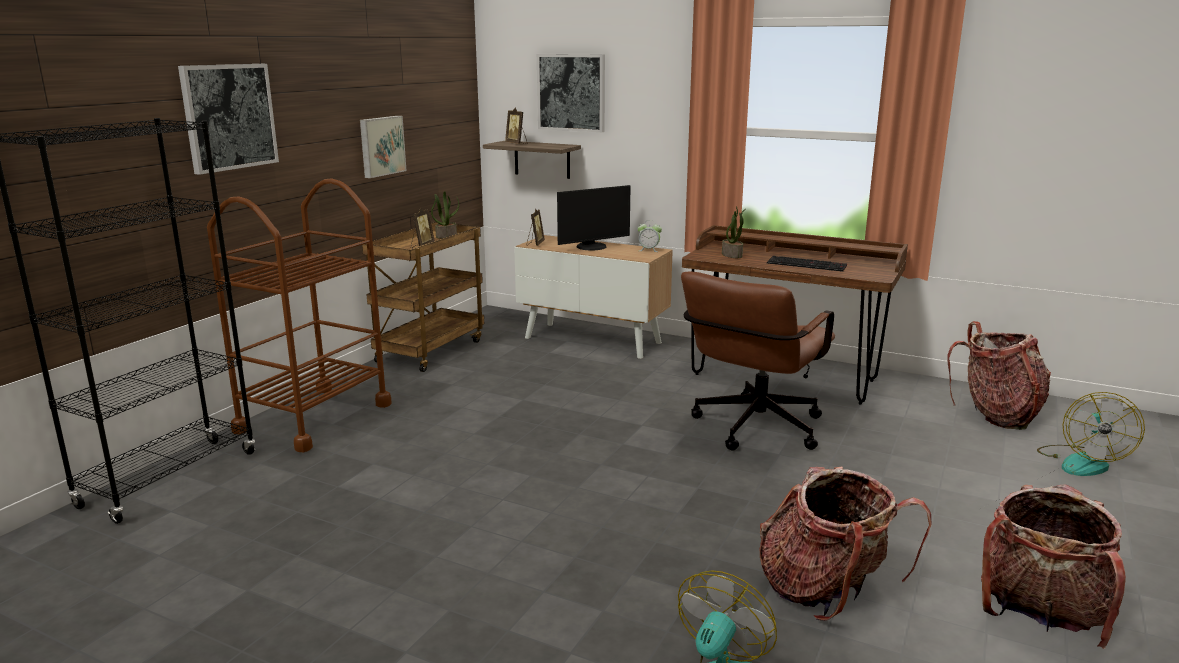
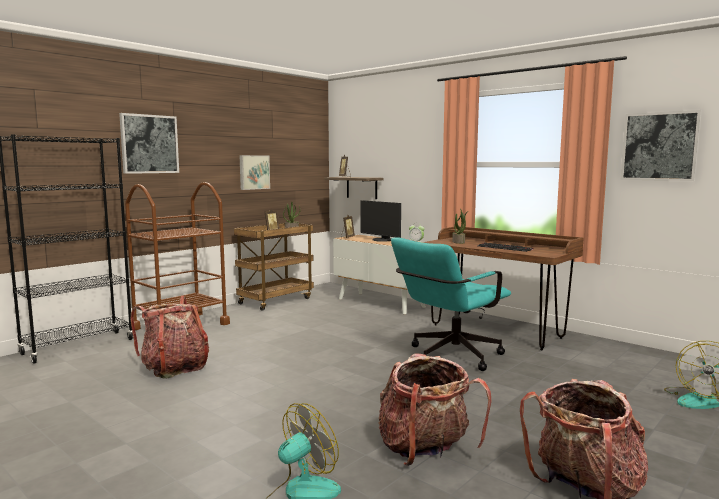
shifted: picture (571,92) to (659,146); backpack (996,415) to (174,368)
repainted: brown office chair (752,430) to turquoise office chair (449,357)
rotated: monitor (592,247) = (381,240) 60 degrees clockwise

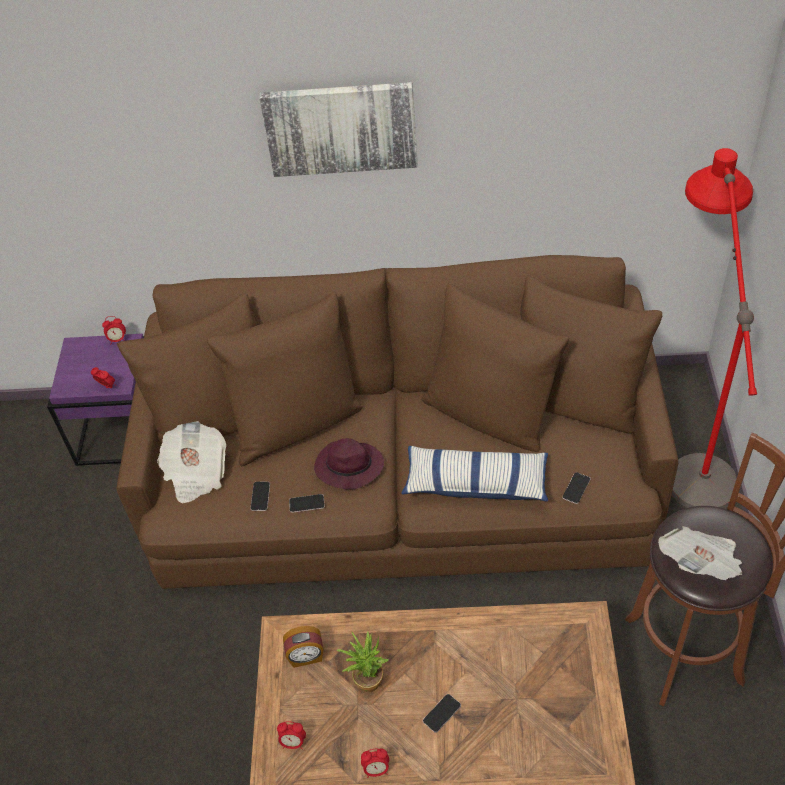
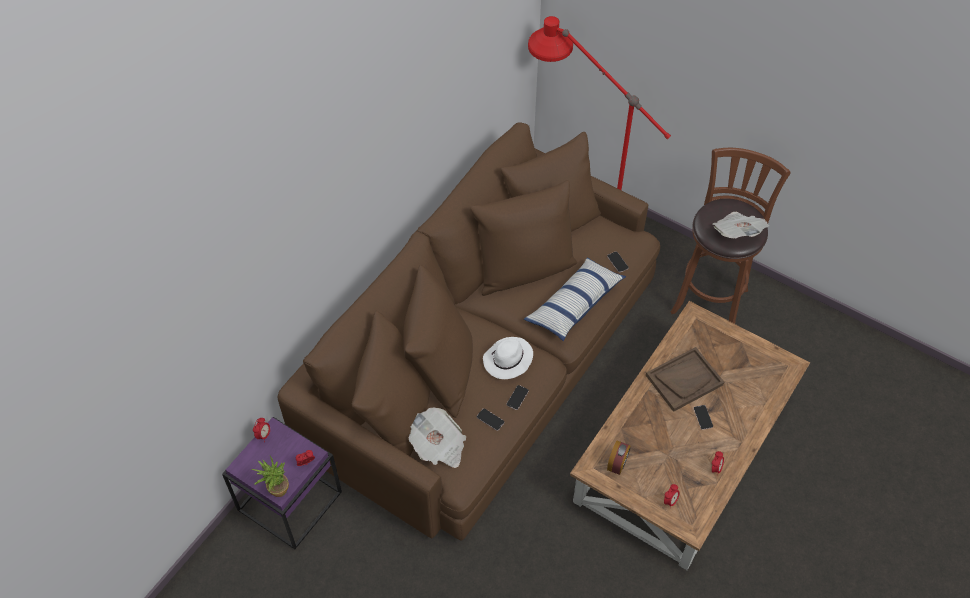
gone: picture (341,128)
new: brown tray (684,380)
shifted: potted plant (367,678) to (275,489)
repainted: purple hat (348,467) to white hat (507,360)

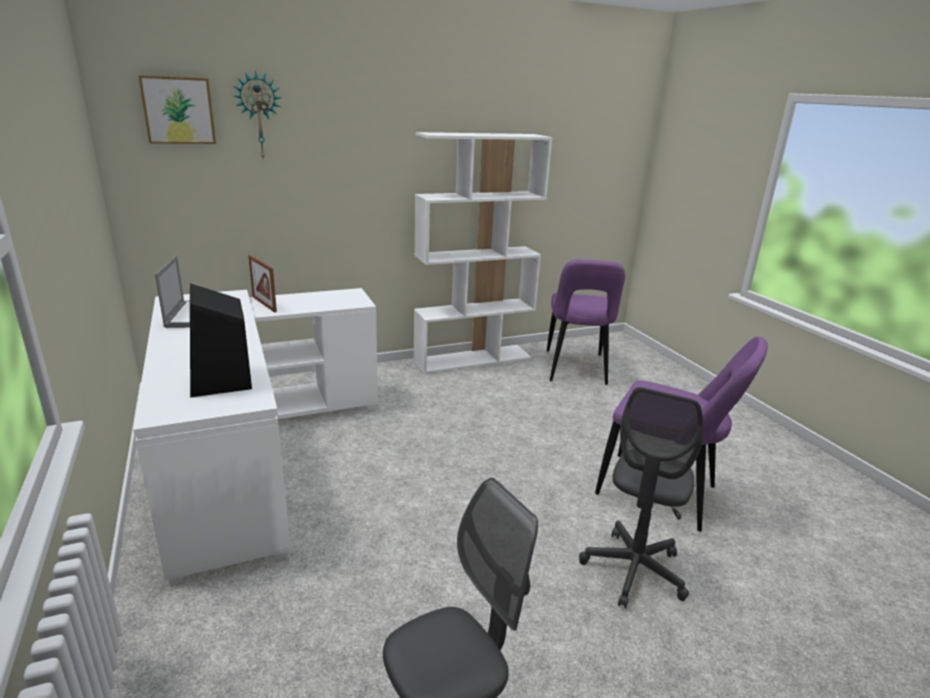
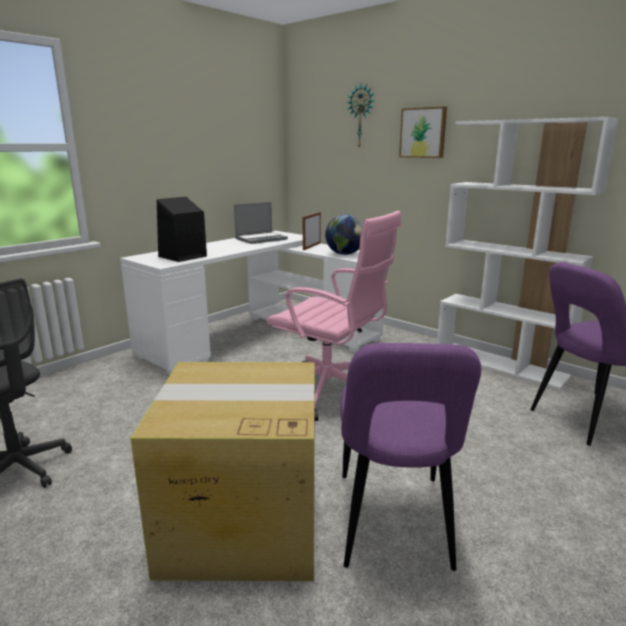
new: pink office chair (330,392); globe (344,254)
shifted: picture (178,110) to (423,133)
swapped: grey office chair (634,570) to cardboard box (240,521)

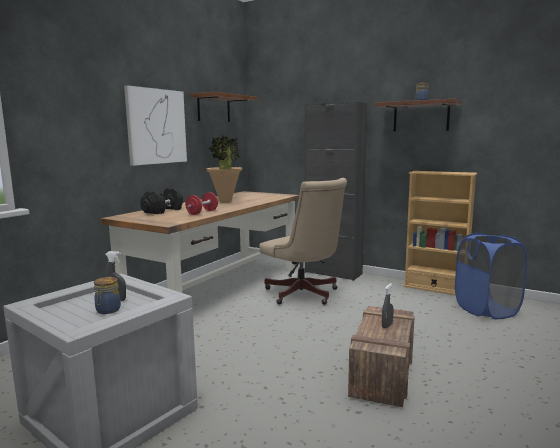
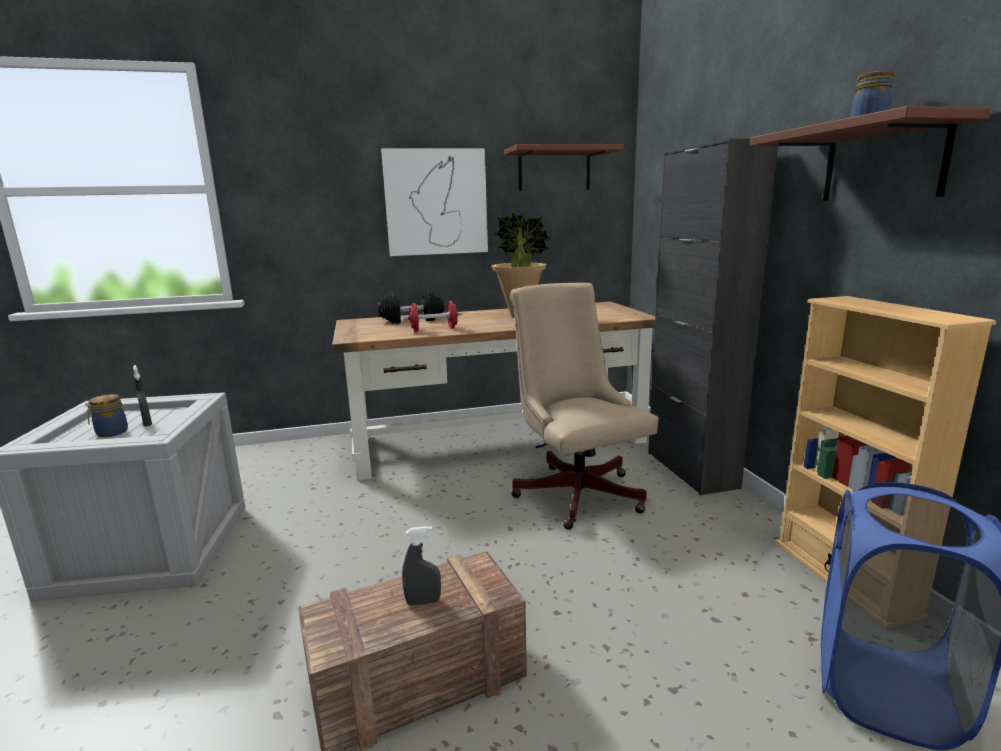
rotated: beige office chair (304,295) = (575,490) 150 degrees clockwise

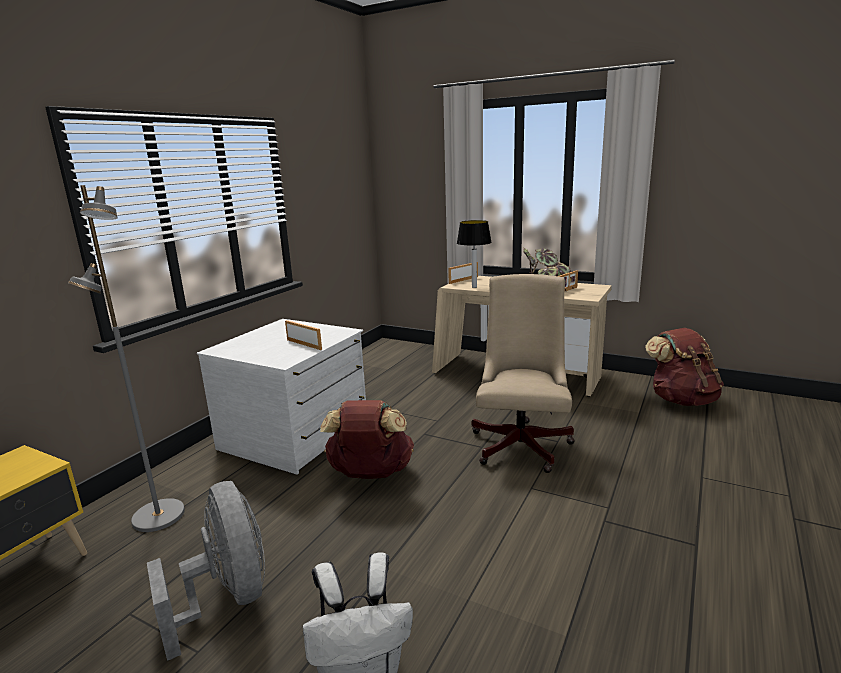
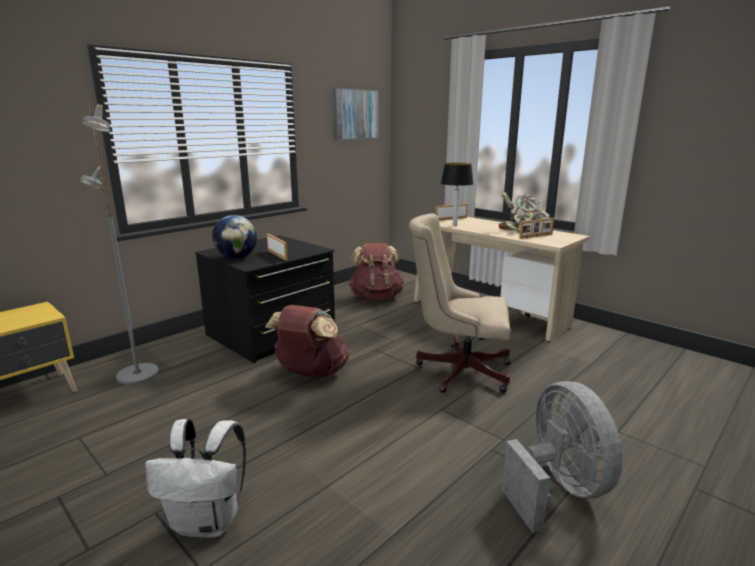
new: globe (236,257); picture (355,114)
shifted: grey fan (228,598) to (557,489); brown backpack (681,399) to (376,297)
repainted: white dresser (296,435) to black dresser (272,333)
rotated: beige office chair (522,442) = (458,370) 105 degrees counterclockwise

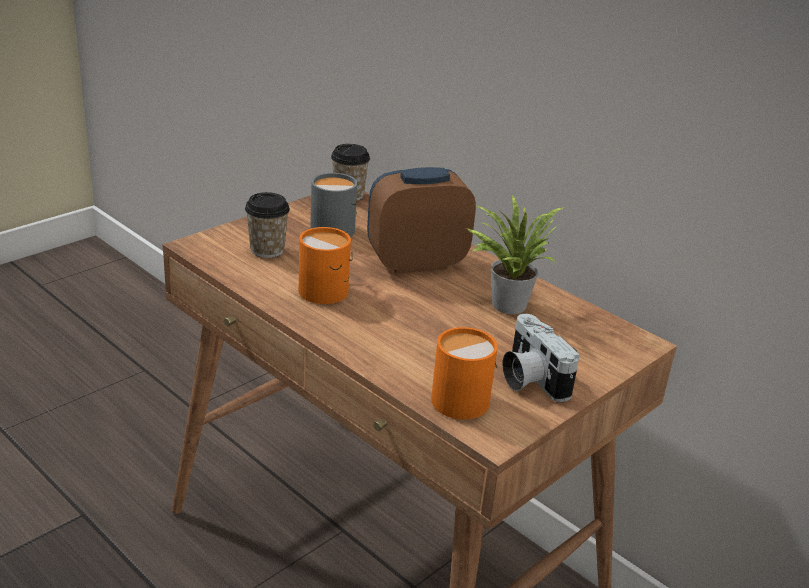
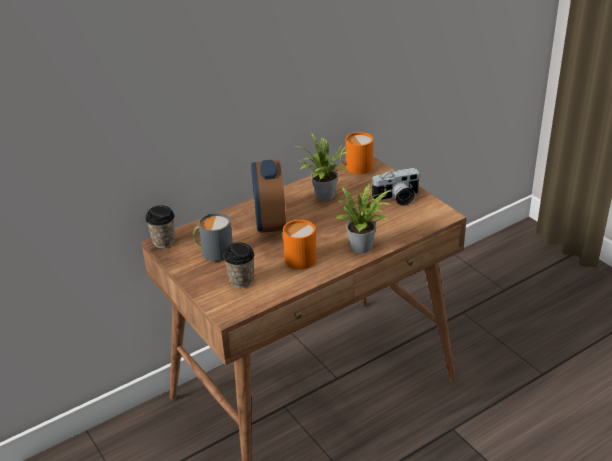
new: potted plant (364,246)
shifted: orange mug (457,397) to (356,167)

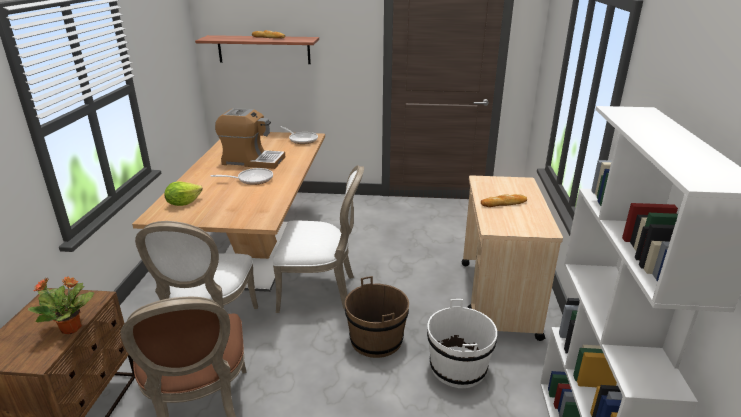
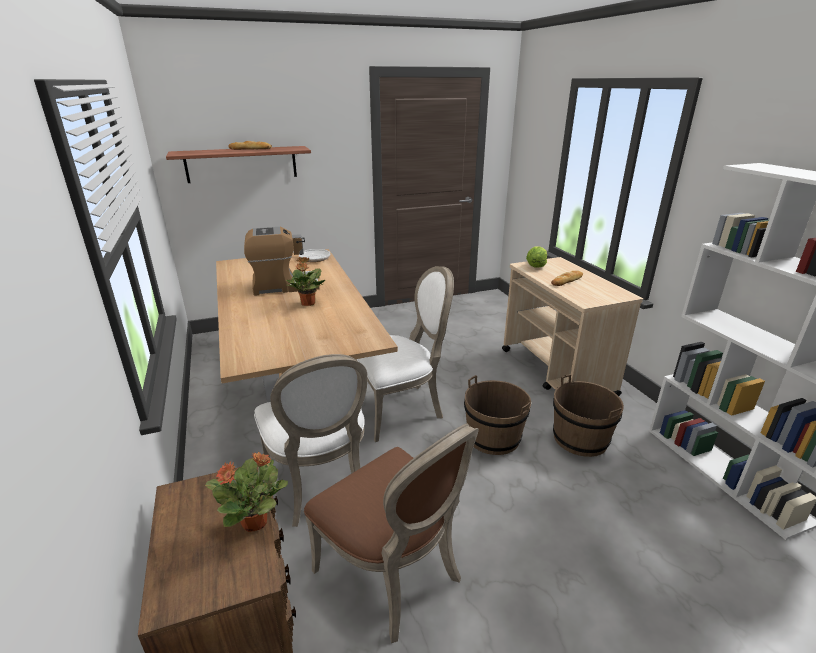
shifted: lettuce (183,203) to (536,266)
swapped: frying pan (252,179) to potted plant (308,303)
repainted: white bucket (457,367) to brown bucket (580,439)

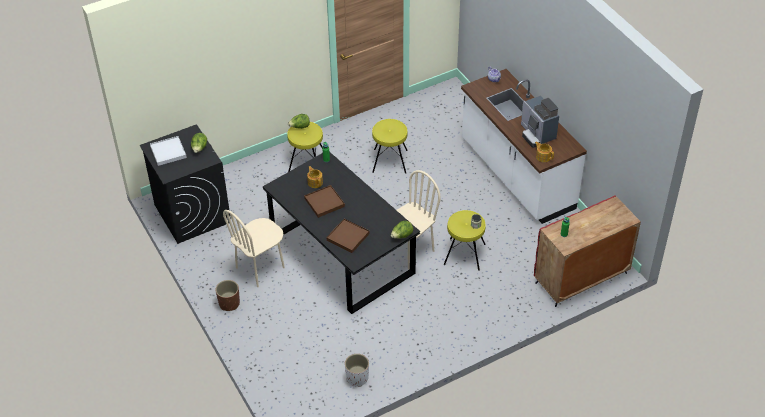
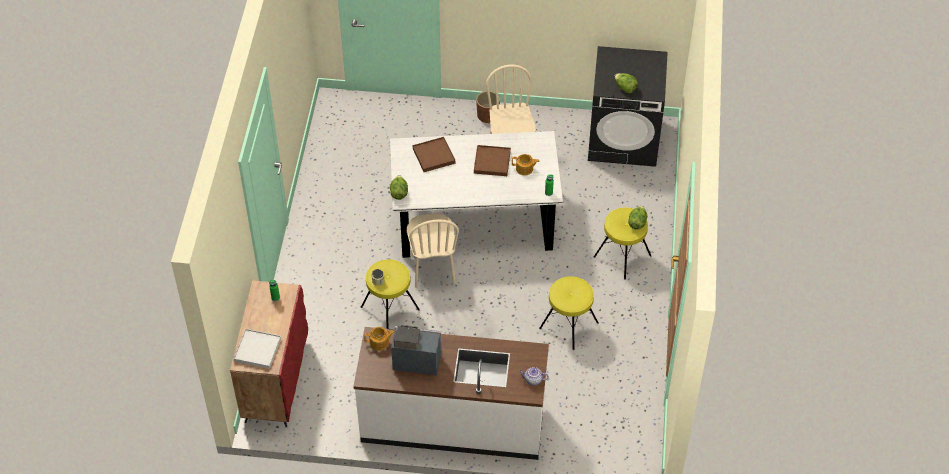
gone: white planter (357,377)
shifted: white tray (168,152) to (257,350)
repainted: black dining table (343,253) to white dining table (475,219)

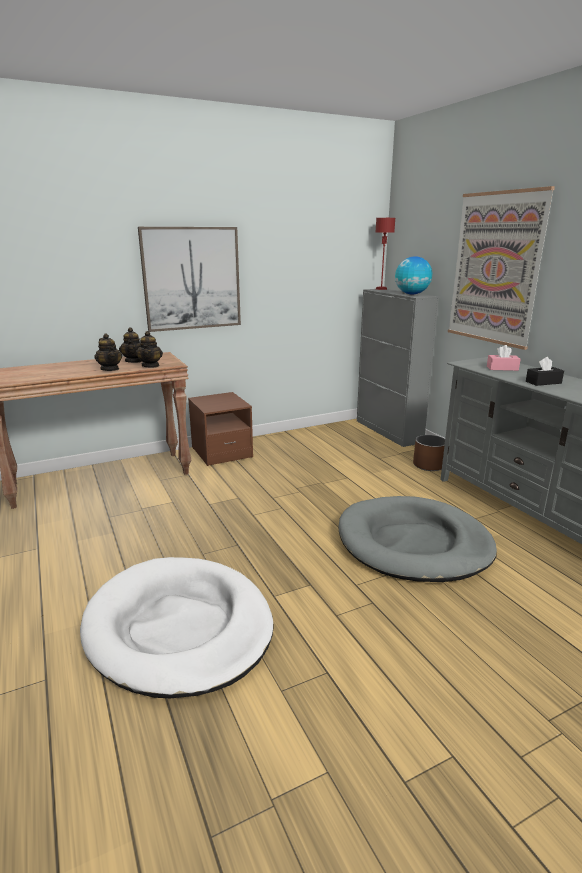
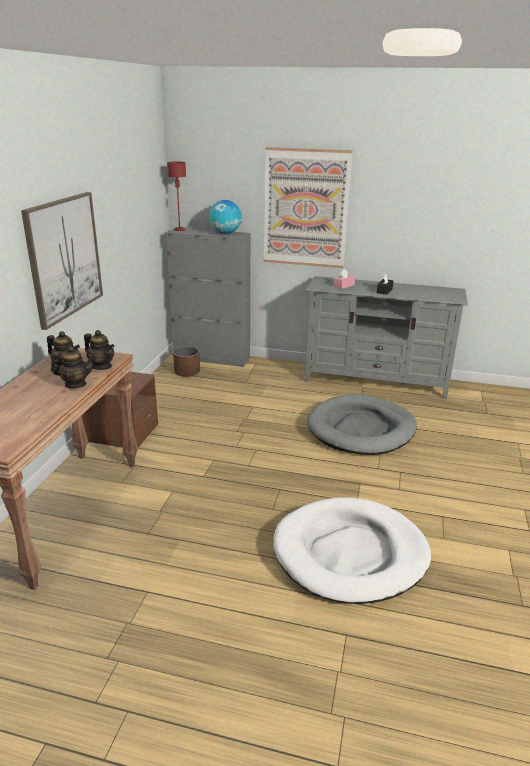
shifted: brown planter (429,465) to (187,372)

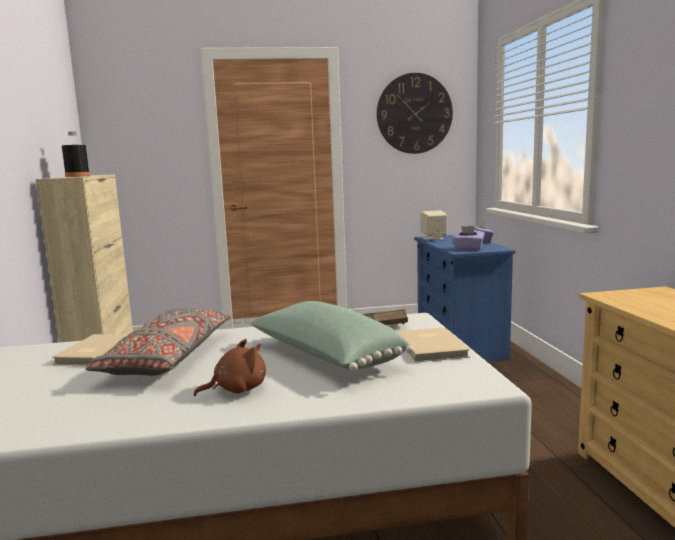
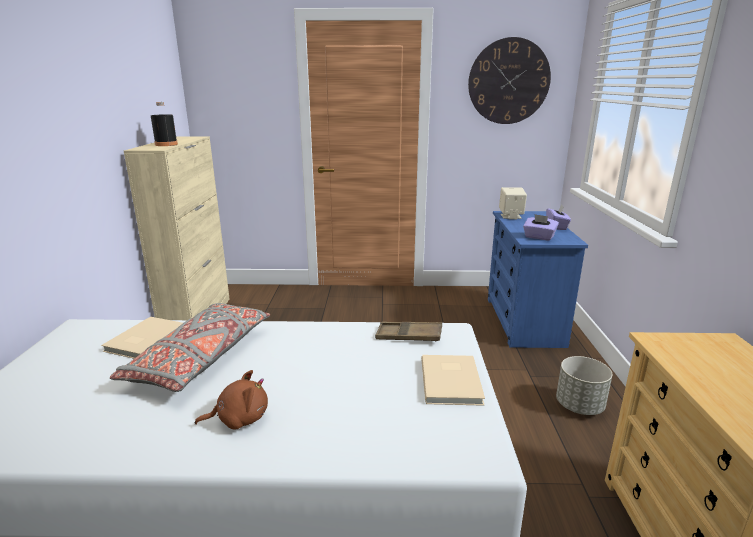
gone: green pillow (325,356)
new: grey planter (579,406)

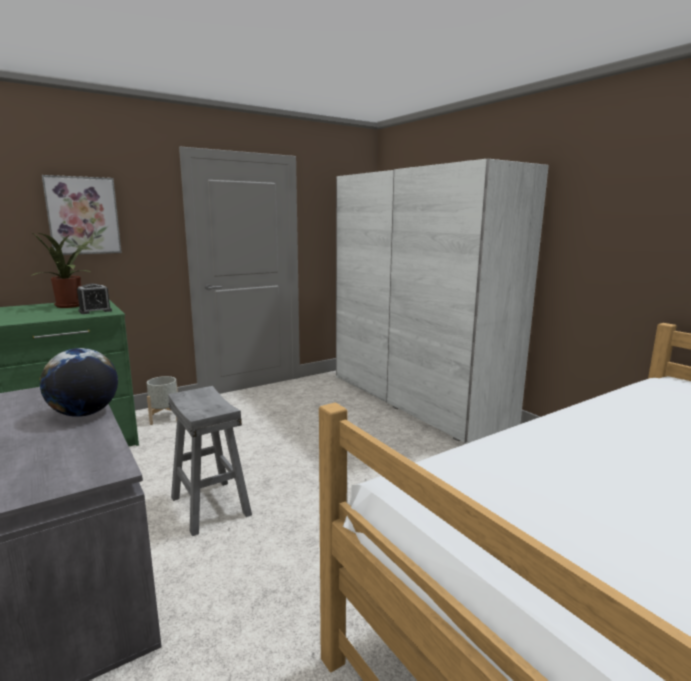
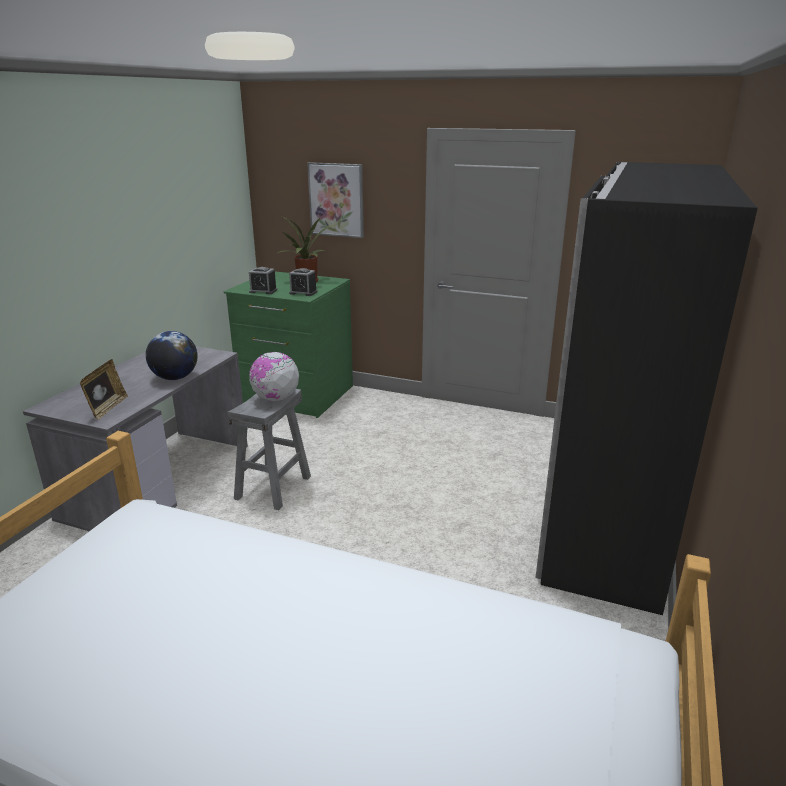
gone: grey planter (165,417)
new: picture frame (107,408); alarm clock (263,291); globe (275,399)
repainted: white wardrobe (416,399) to black wardrobe (611,506)

